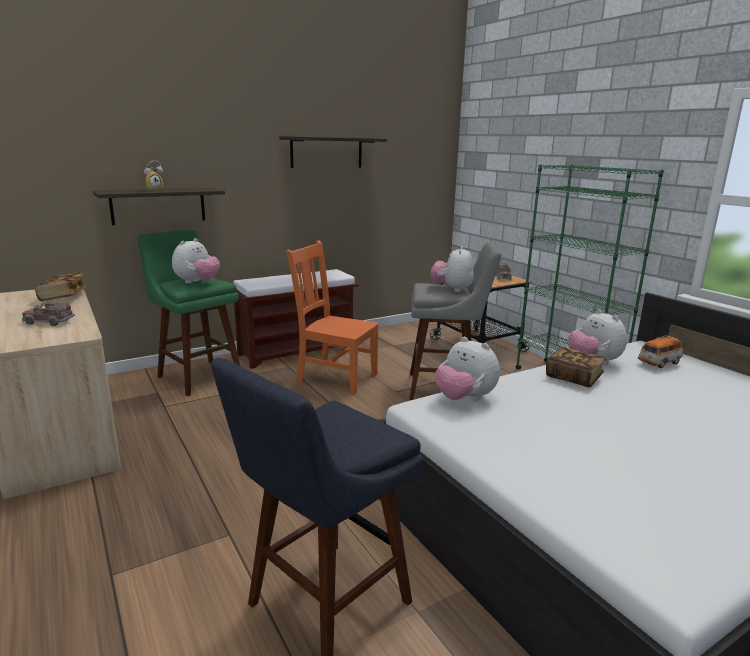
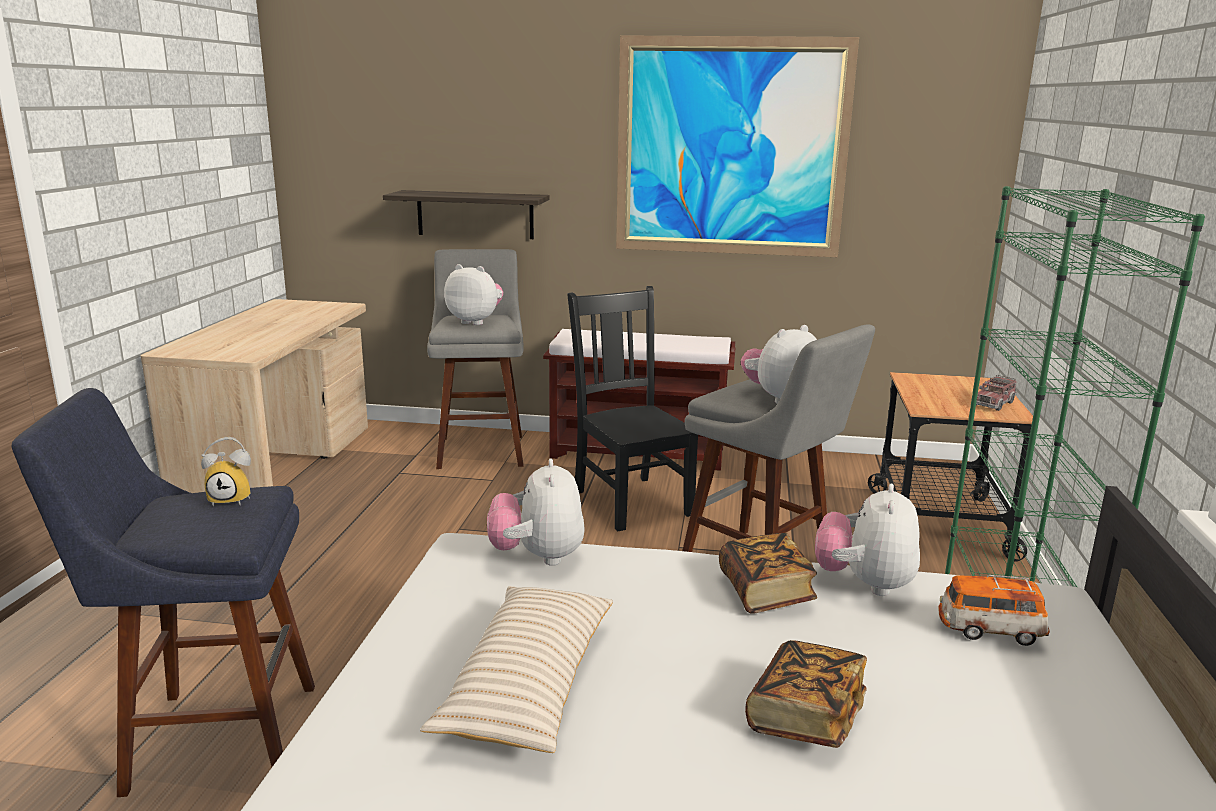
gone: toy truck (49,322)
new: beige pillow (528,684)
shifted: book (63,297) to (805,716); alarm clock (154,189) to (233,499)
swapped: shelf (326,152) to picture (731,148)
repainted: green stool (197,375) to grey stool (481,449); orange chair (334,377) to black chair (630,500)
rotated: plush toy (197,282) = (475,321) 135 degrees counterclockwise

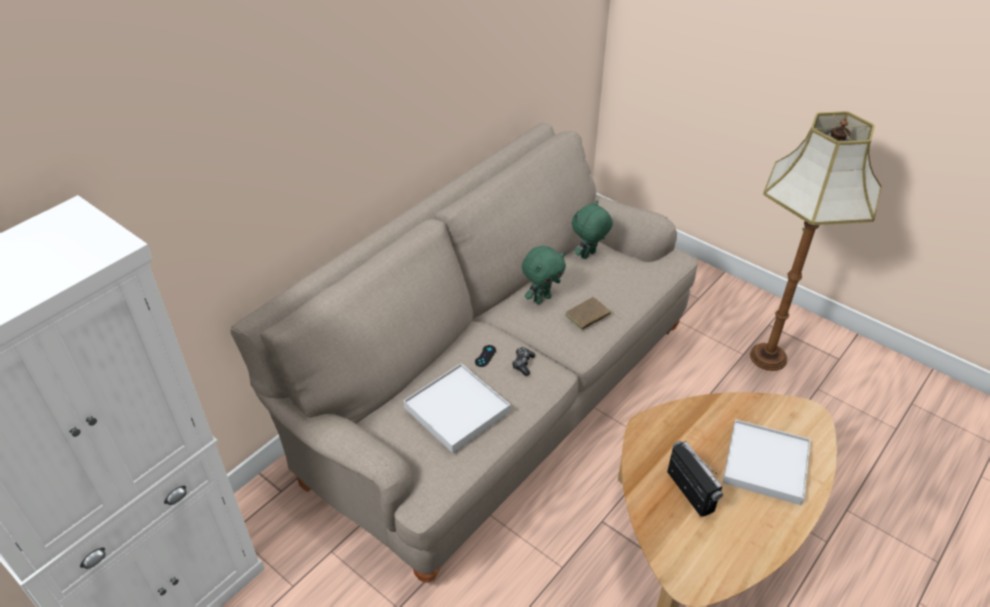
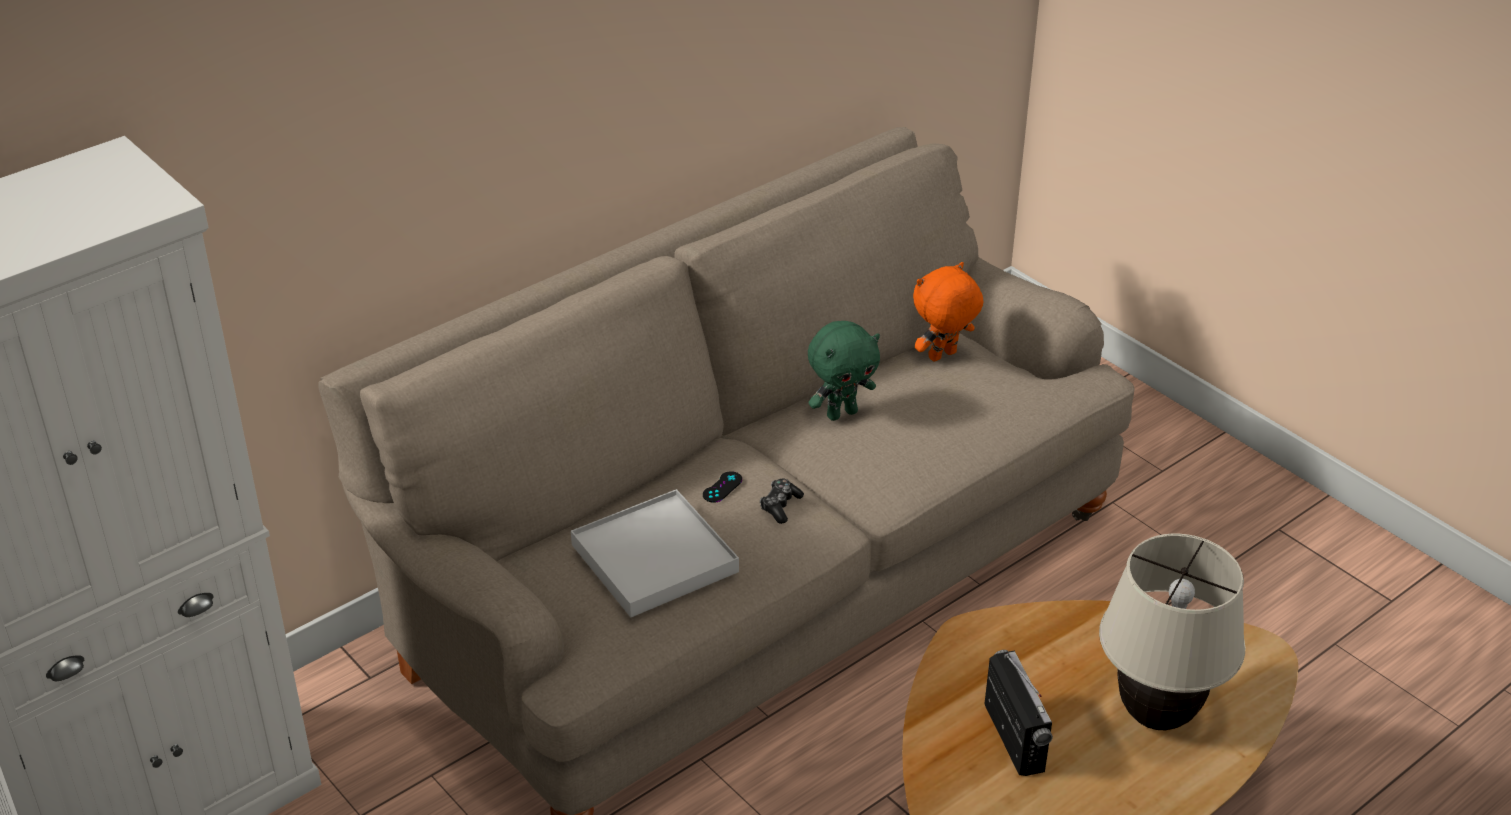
gone: brown book (588,316); floor lamp (769,356)
swapped: white tray (765,464) to beige table lamp (1155,716)
repainted: green plush toy (589,255) to orange plush toy (943,357)

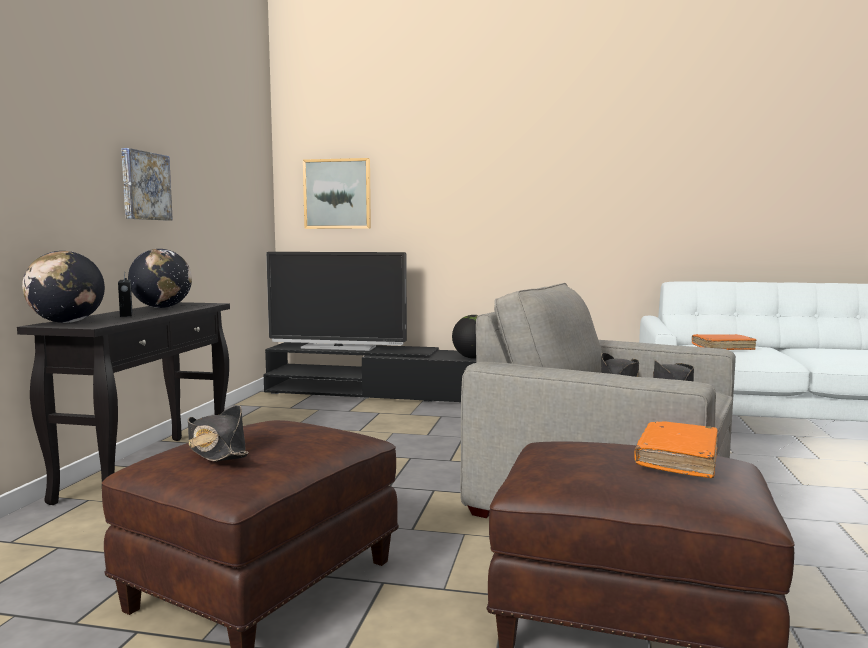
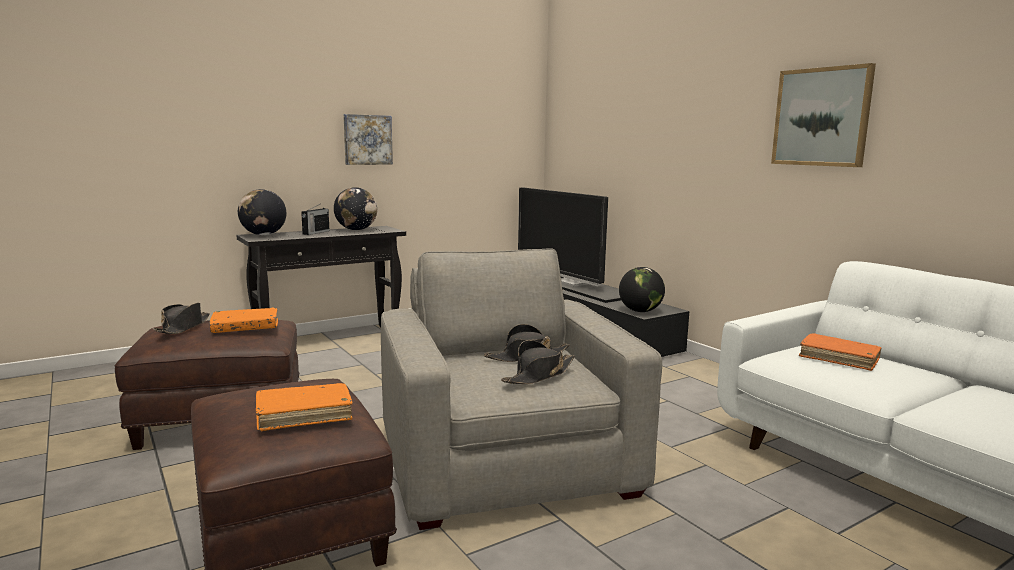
new: orange book (245,328)
shifted: picture (337,194) to (821,117)

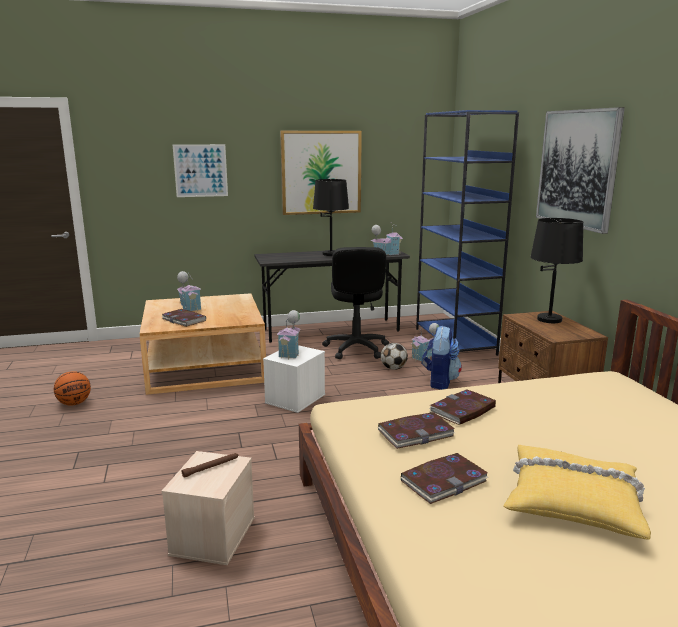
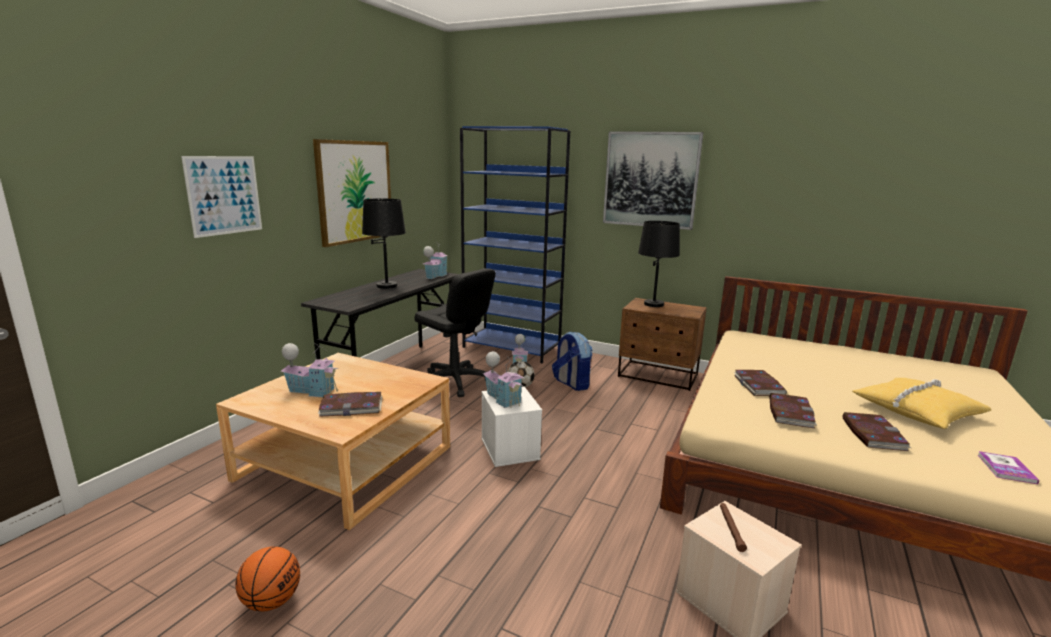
new: book (1006,469)

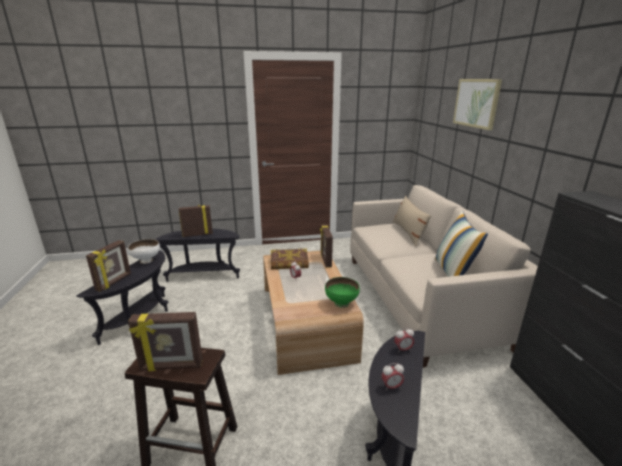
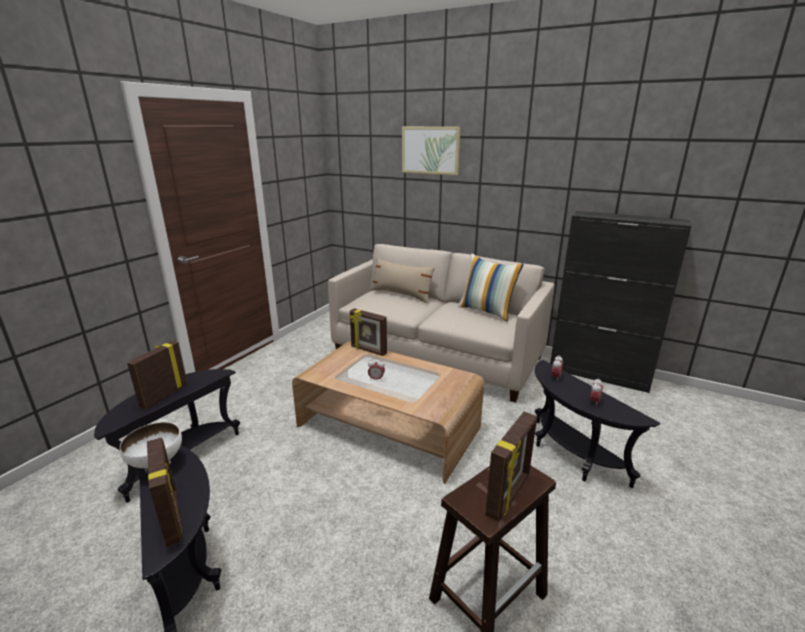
gone: book (289,262); green bowl (341,303)

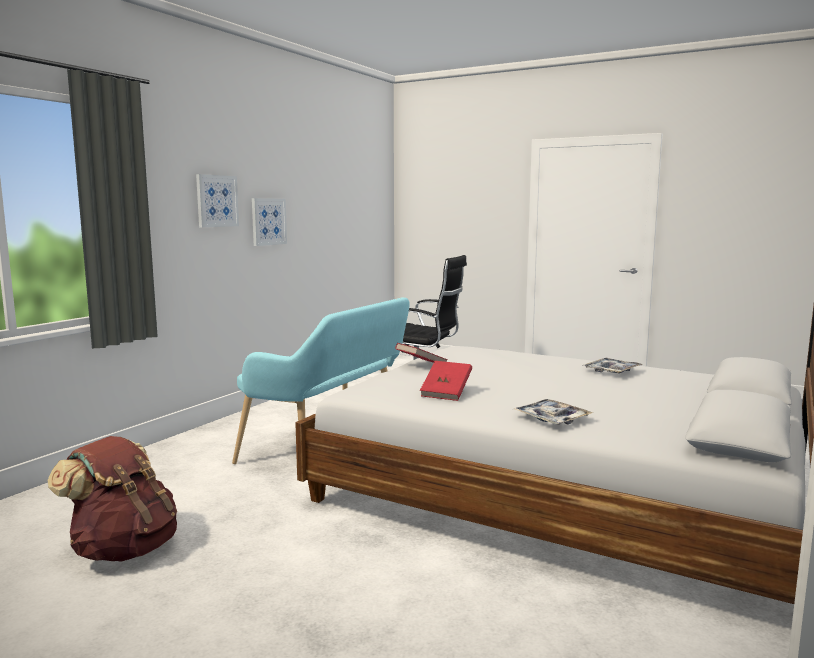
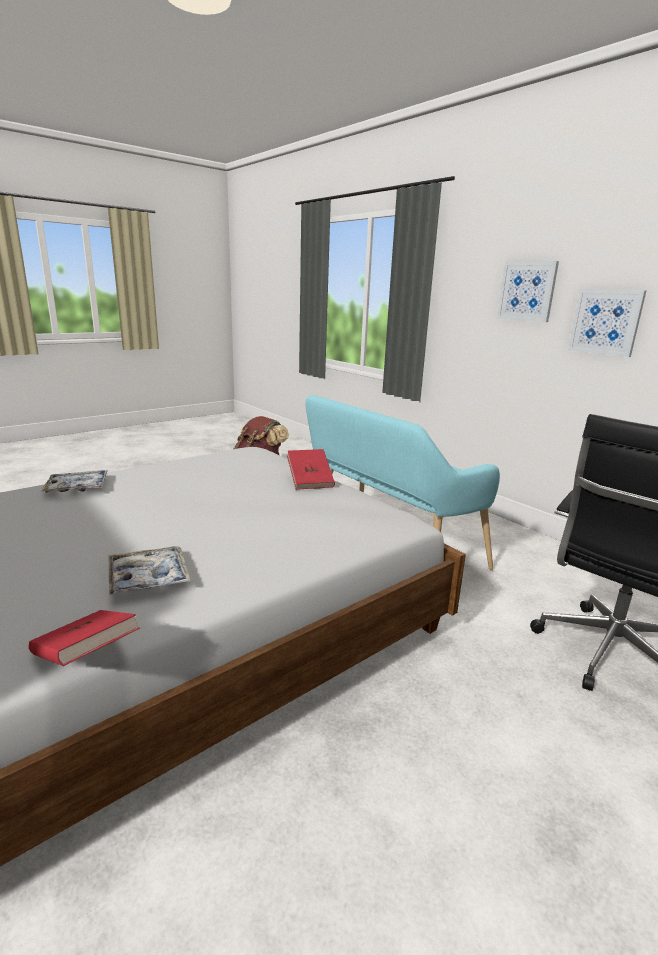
shifted: red book (446,393) to (86,656)

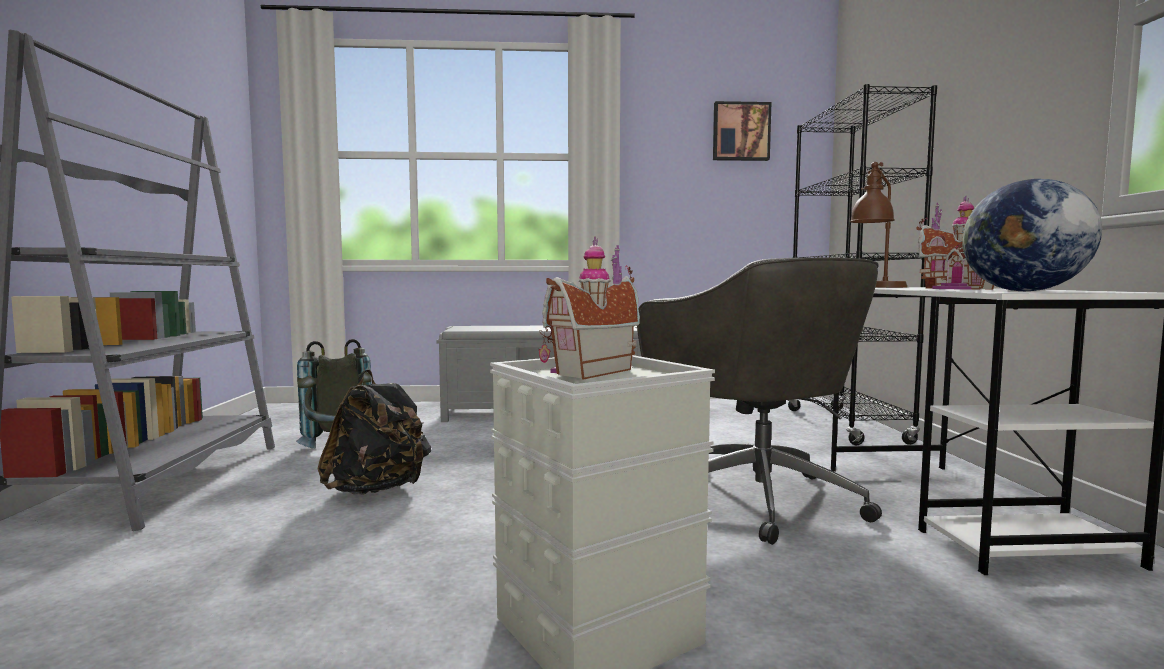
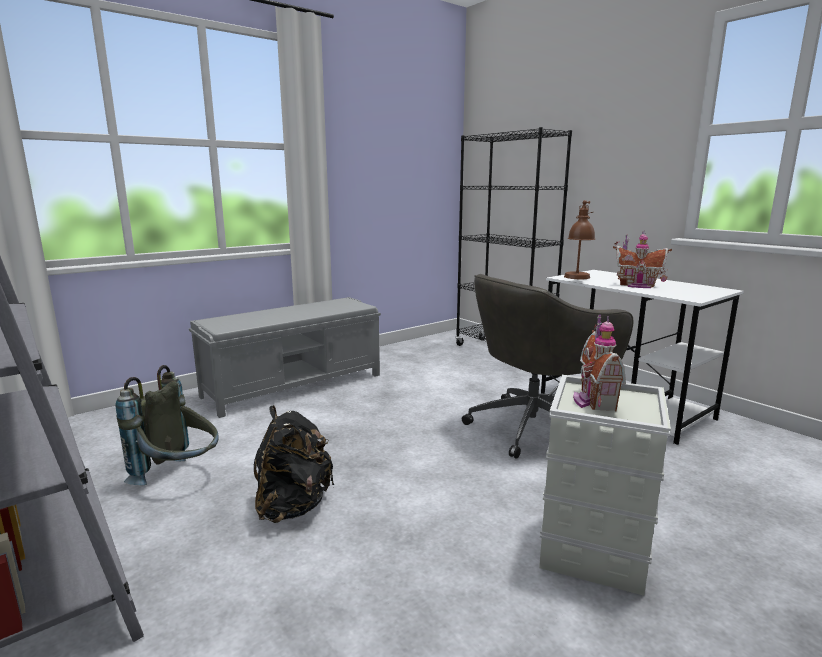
gone: picture (740,132); globe (1023,291)
rotated: grey office chair (755,497) = (535,426) 120 degrees clockwise

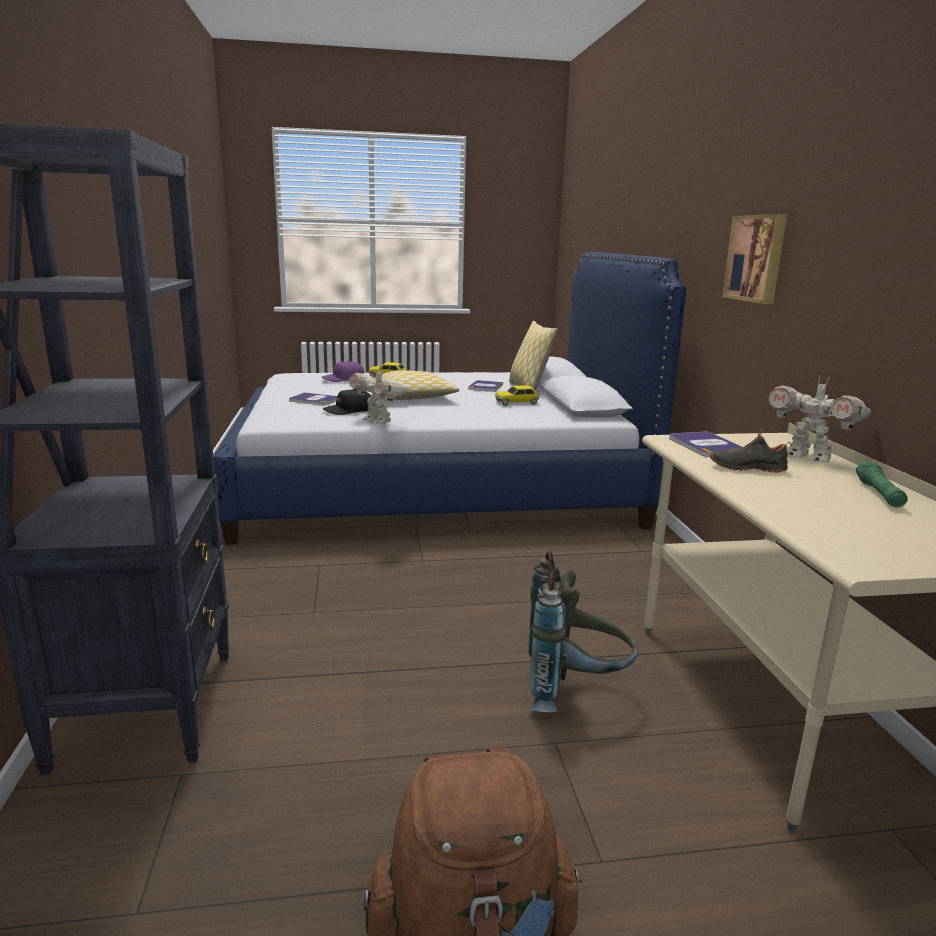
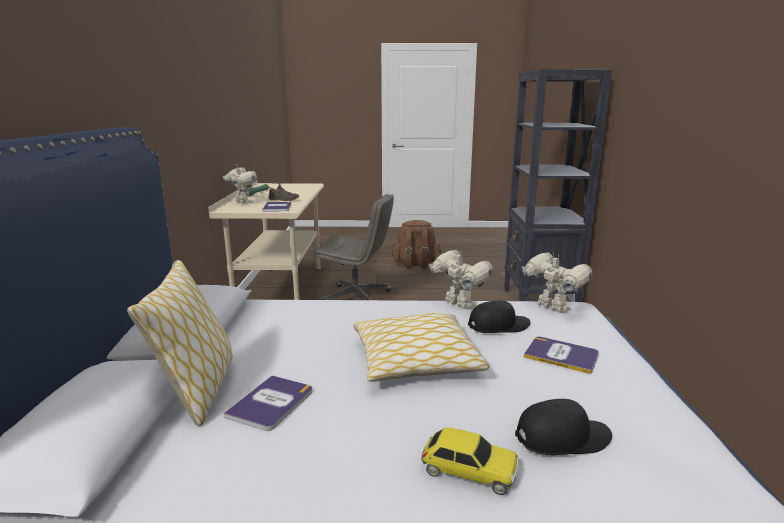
gone: toy car (516,403); picture (757,258)
new: toy robot (552,308)
swapped: grey backpack (574,691) to grey office chair (357,298)
repainted: purple cap (343,379) to black cap (562,438)

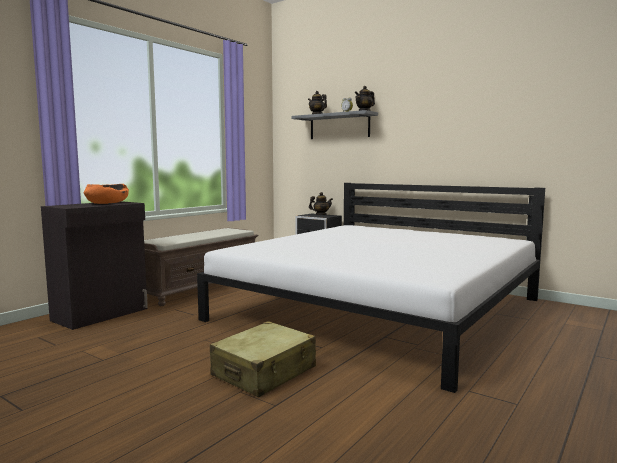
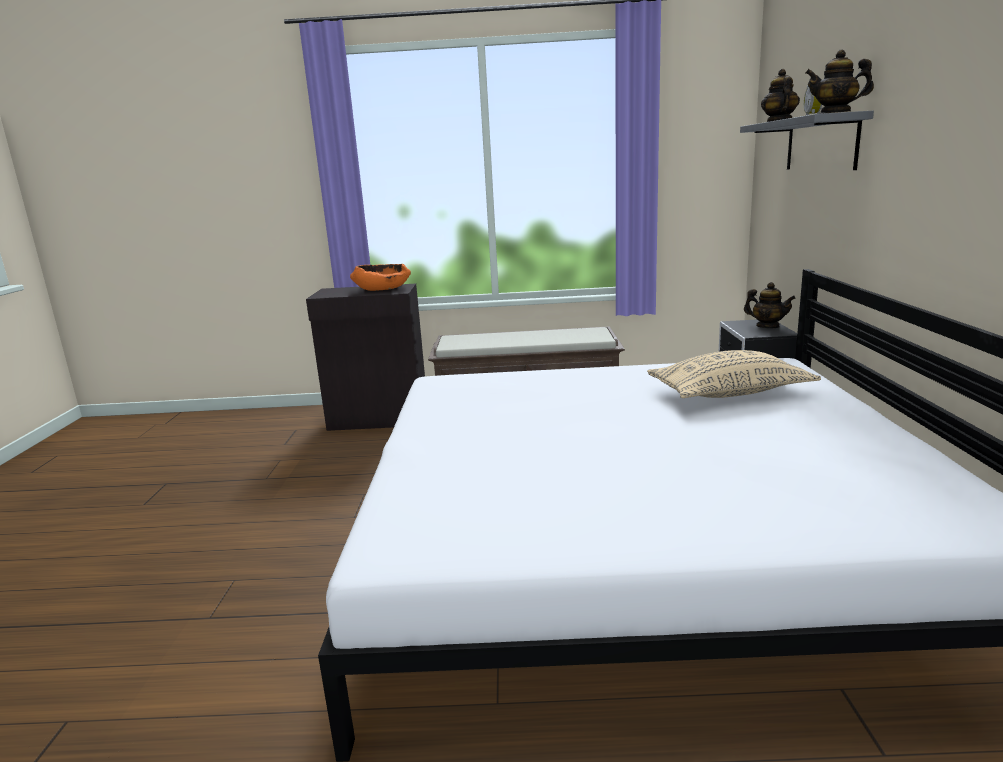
gone: beige suitcase (264,372)
new: beige pillow (729,393)

